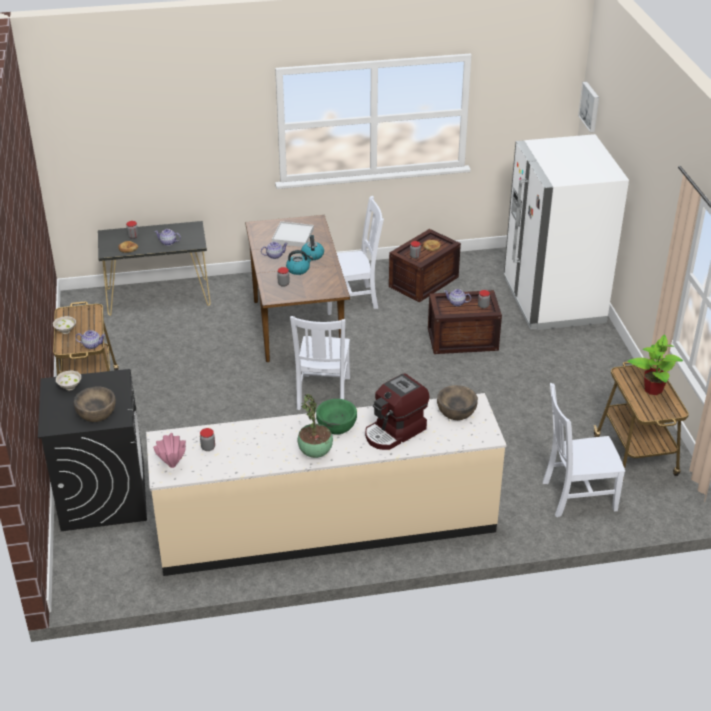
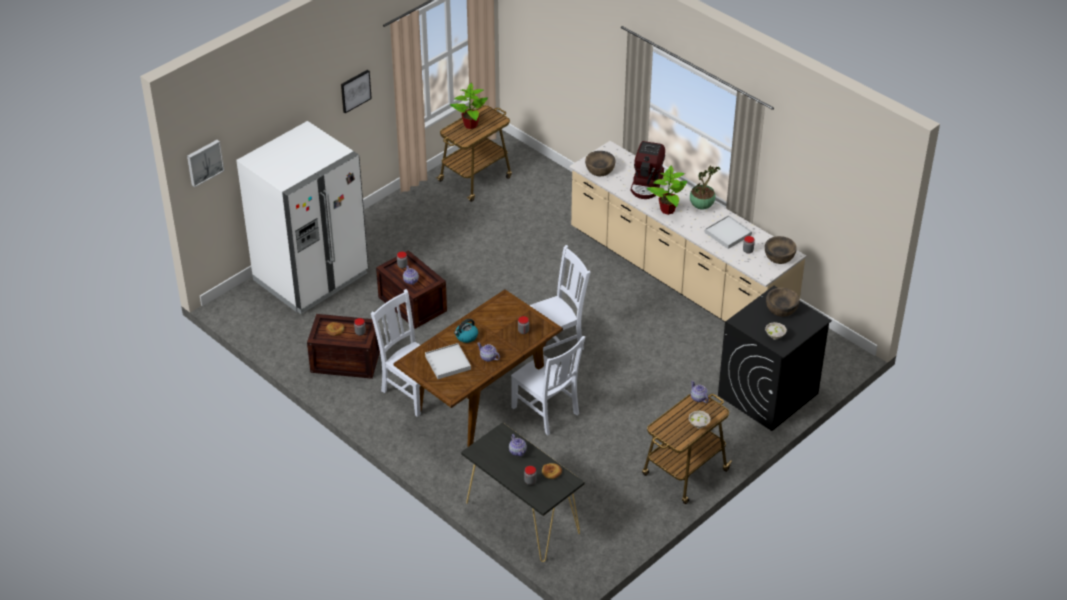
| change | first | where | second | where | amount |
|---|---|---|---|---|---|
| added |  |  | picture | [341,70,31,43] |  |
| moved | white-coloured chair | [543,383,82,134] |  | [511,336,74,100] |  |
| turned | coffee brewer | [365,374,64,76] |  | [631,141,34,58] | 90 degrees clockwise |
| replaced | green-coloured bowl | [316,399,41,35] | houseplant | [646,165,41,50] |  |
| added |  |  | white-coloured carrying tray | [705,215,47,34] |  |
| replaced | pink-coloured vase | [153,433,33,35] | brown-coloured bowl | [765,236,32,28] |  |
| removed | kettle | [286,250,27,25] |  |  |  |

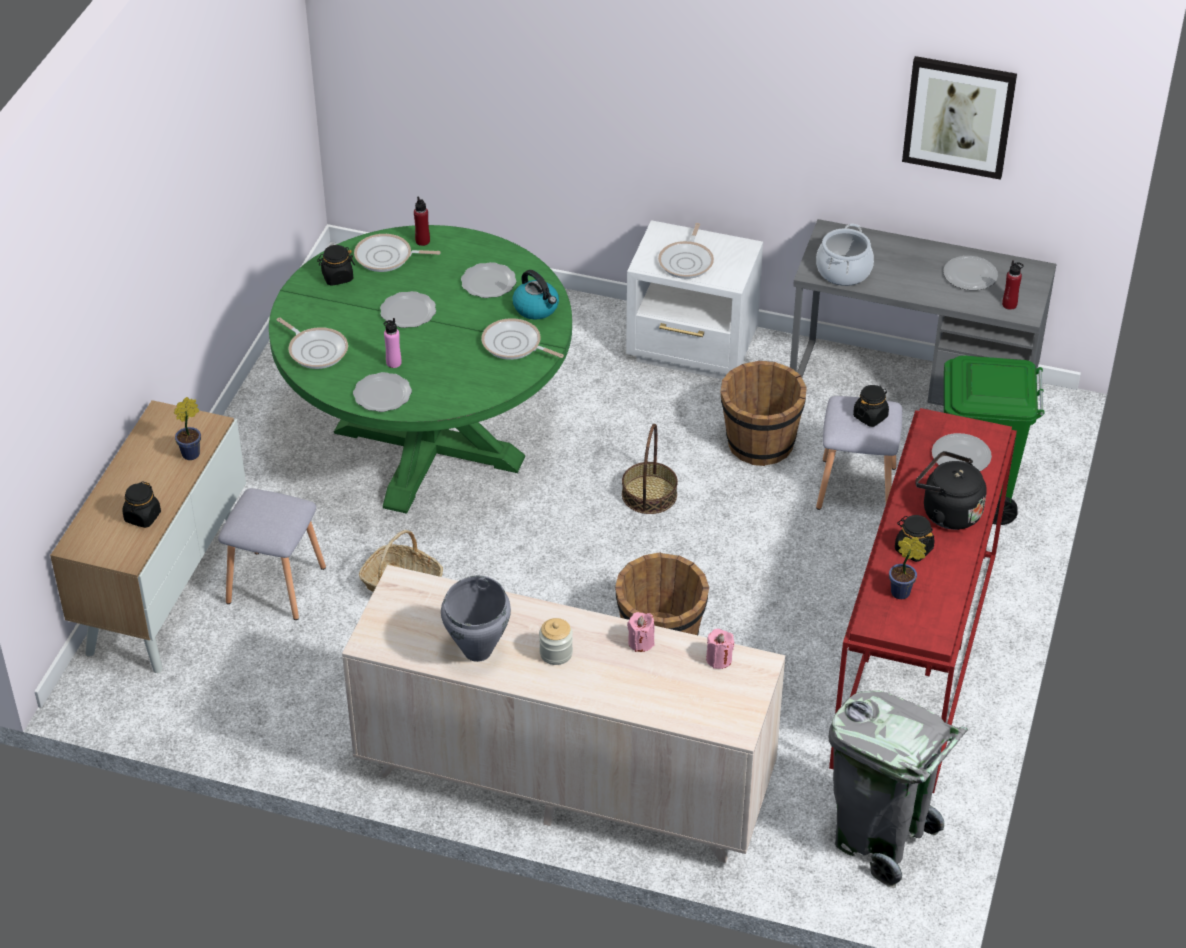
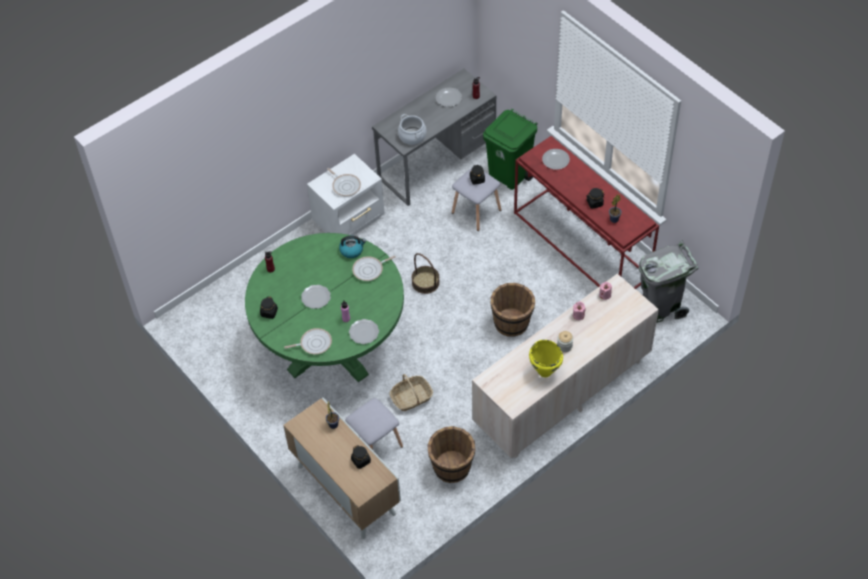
| change | first | where | second | where | amount |
|---|---|---|---|---|---|
| moved | brown-coloured water bucket | [720,361,87,105] |  | [427,426,49,57] |  |
| recoloured | greyish stockpot | [441,575,70,87] | yellowish stockpot | [529,340,34,37] |  |
| removed | skillet | [354,234,87,38] |  |  |  |
| removed | flat dish | [461,262,55,36] |  |  |  |
| removed | picture | [902,56,115,124] |  |  |  |
| removed | black-coloured kettle | [915,451,72,79] |  |  |  |

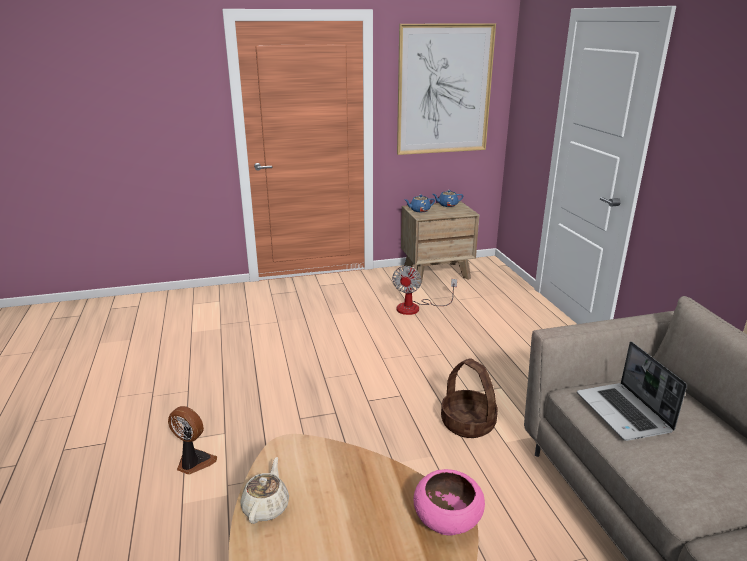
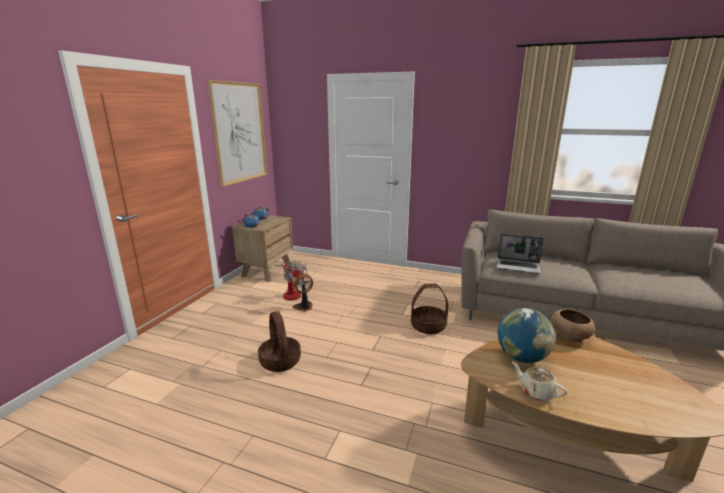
| change | first | where | second | where | amount |
|---|---|---|---|---|---|
| added |  |  | household basket | [258,311,43,61] |  |
| moved | cooling fan | [168,406,49,69] |  | [293,273,20,38] |  |
| added |  |  | world globe | [498,308,58,55] |  |
| recoloured | pink-coloured bowl | [413,469,72,66] | brown-coloured bowl | [551,309,44,34] |  |

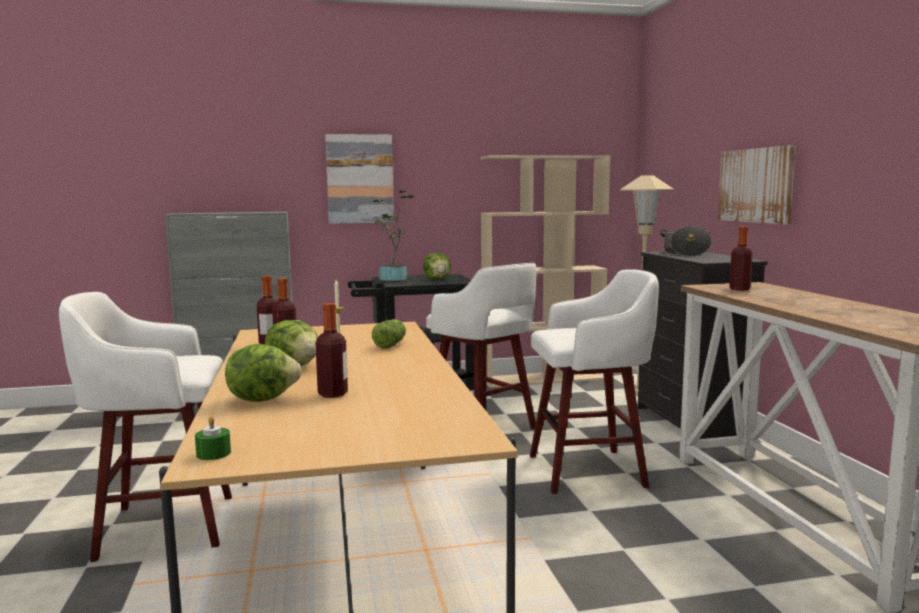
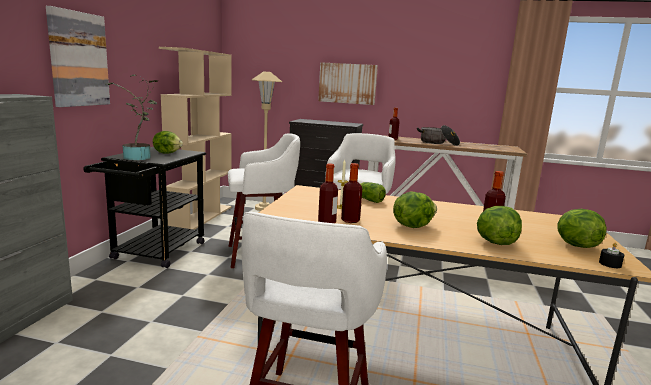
| change | first | where | second | where | amount |
|---|---|---|---|---|---|
| moved | stockpot | [660,226,52,31] |  | [417,125,43,21] |  |
| added |  |  | head of lettuce | [557,209,50,39] |  |
| recoloured | green-coloured candle | [195,416,36,44] | black-coloured candle | [599,243,25,25] |  |

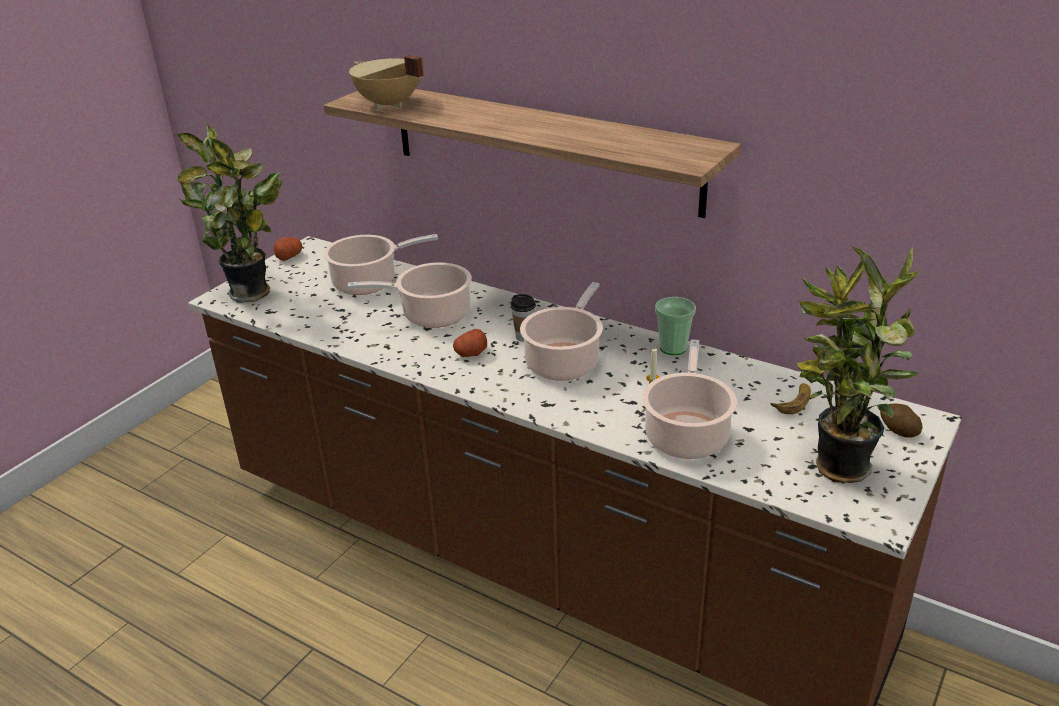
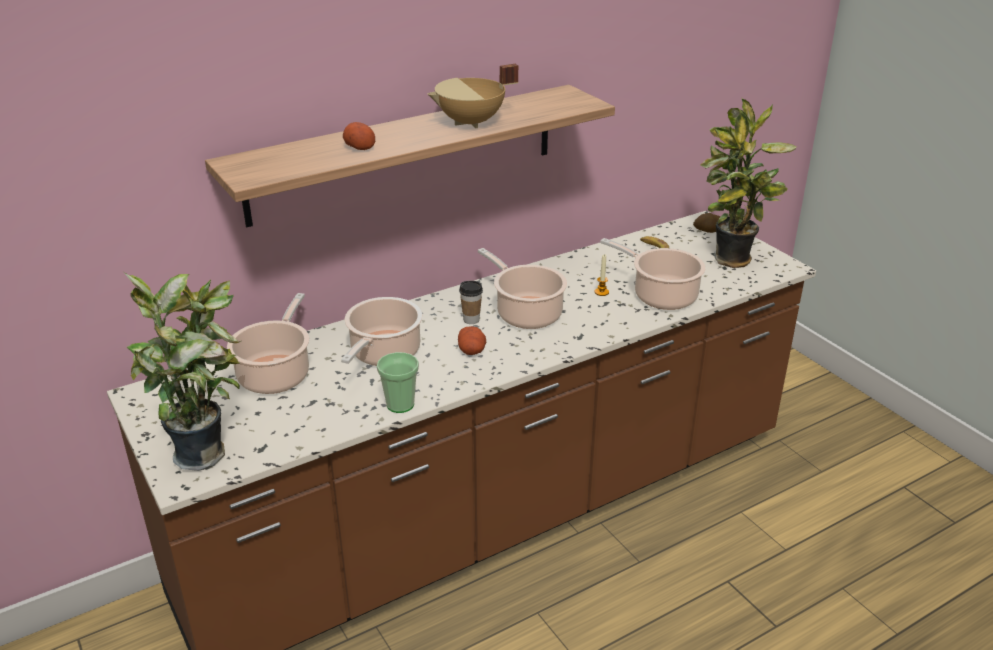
| change | first | where | second | where | amount |
|---|---|---|---|---|---|
| moved | whole potato | [274,237,28,24] |  | [343,122,32,28] |  |
| moved | cup | [655,297,41,58] |  | [377,352,42,61] |  |
| moved | beige stockpot | [349,55,75,54] |  | [428,64,90,64] |  |

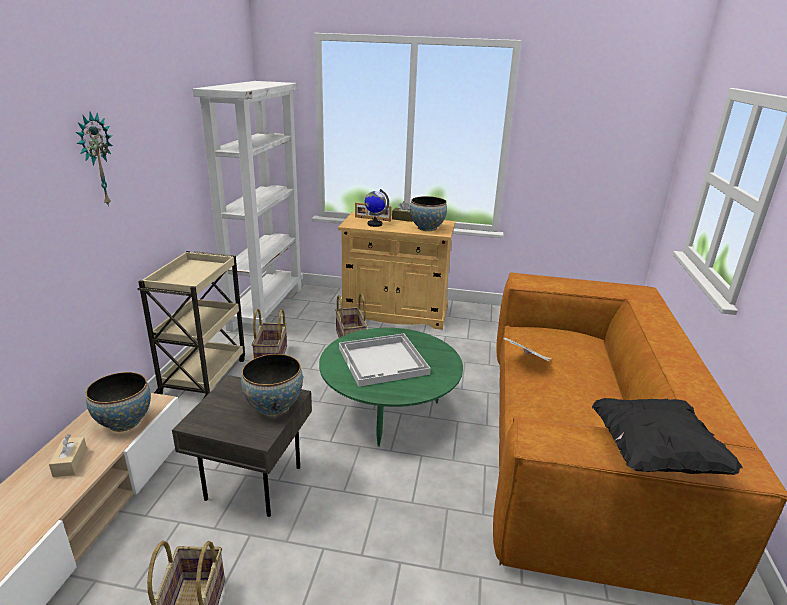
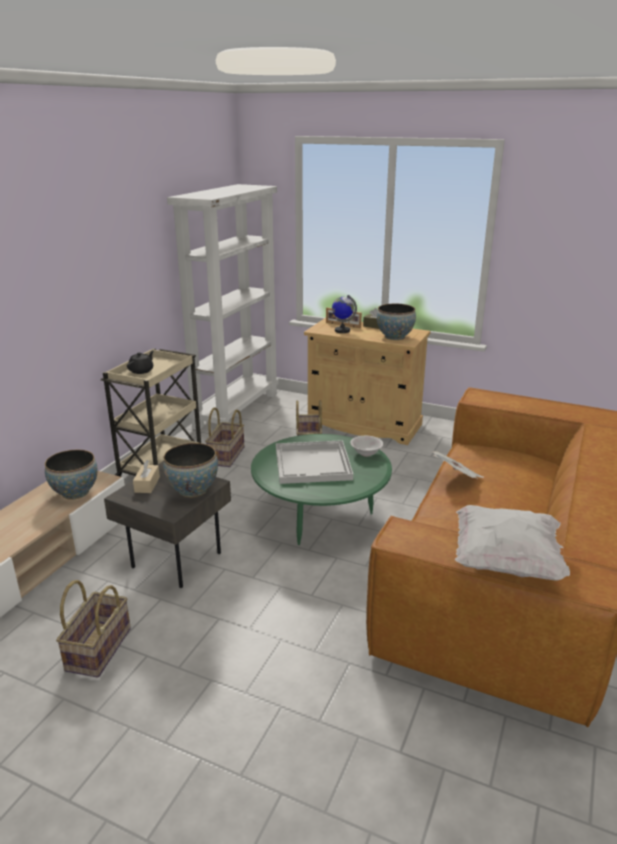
| change | first | where | second | where | amount |
|---|---|---|---|---|---|
| added |  |  | black-coloured teapot | [127,350,27,24] |  |
| moved | beige box of tissues | [49,434,38,43] |  | [133,460,27,33] |  |
| added |  |  | white-coloured bowl | [350,436,33,20] |  |
| recoloured | black-coloured pillow | [592,398,151,77] | white-coloured pillow | [455,505,115,76] |  |
| removed | hanging clock | [76,112,37,95] |  |  |  |

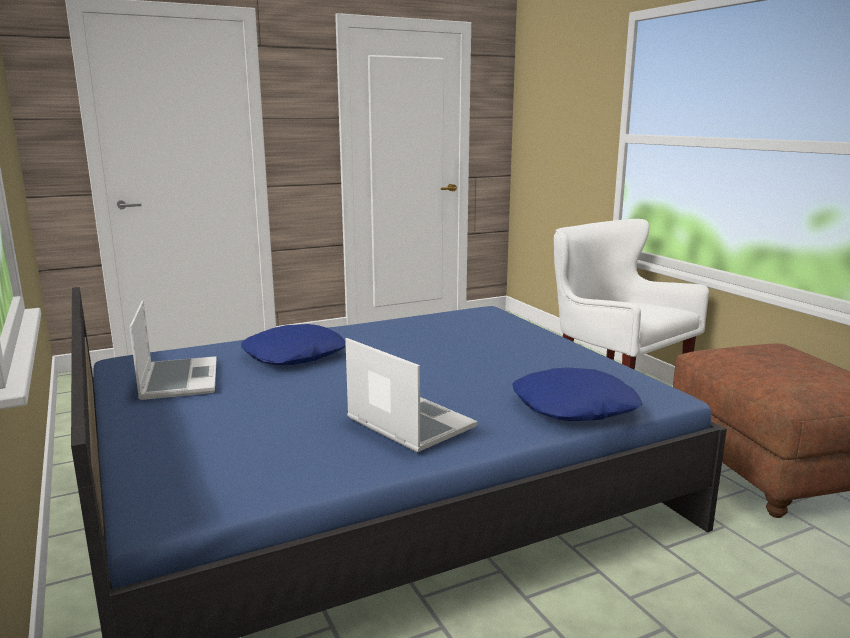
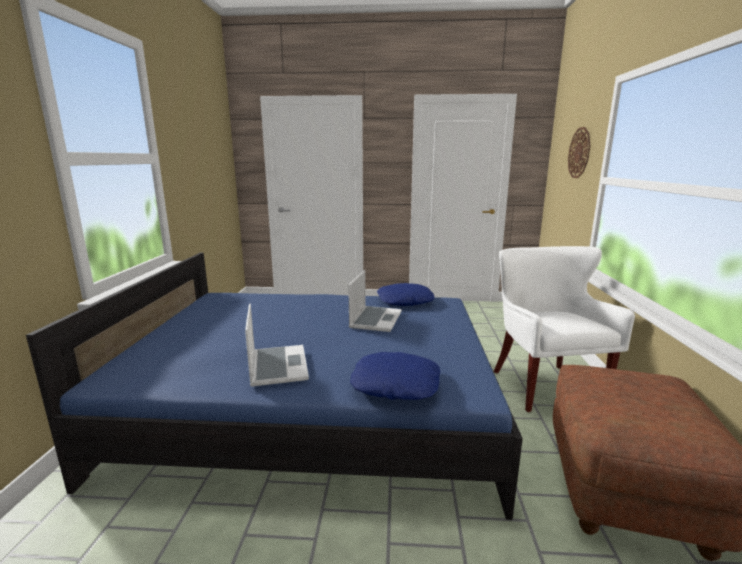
| change | first | where | second | where | amount |
|---|---|---|---|---|---|
| moved | notebook computer | [130,300,87,100] |  | [348,270,54,62] |  |
| moved | bluish pillow | [241,324,105,41] |  | [377,283,58,23] |  |
| added |  |  | hanging clock | [568,127,22,51] |  |

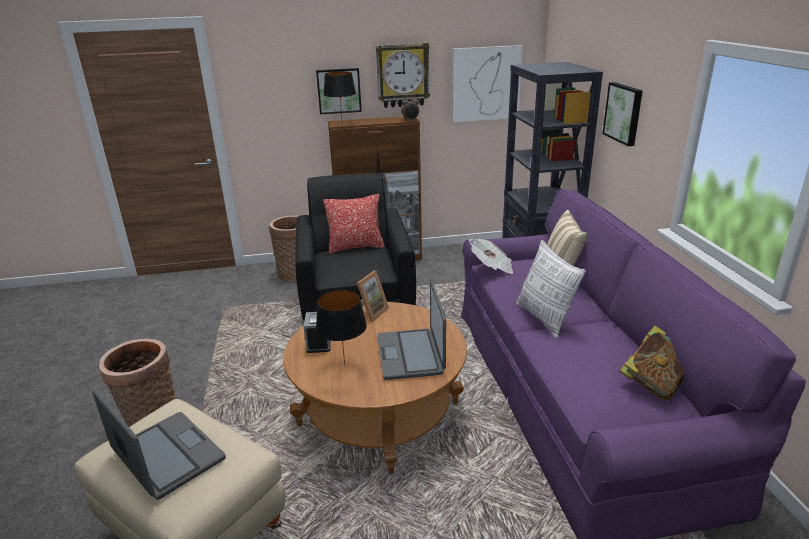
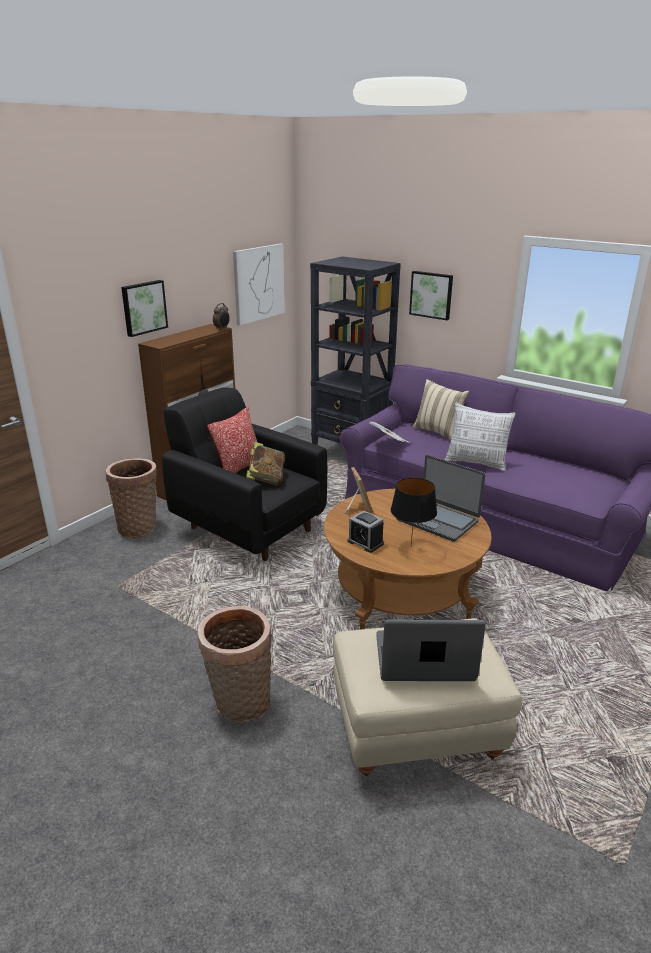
| change | first | where | second | where | amount |
|---|---|---|---|---|---|
| moved | volume | [619,325,65,75] |  | [246,442,39,44] |  |
| removed | black-coloured table lamp | [323,72,33,47] |  |  |  |
| removed | hanging clock | [376,43,54,65] |  |  |  |

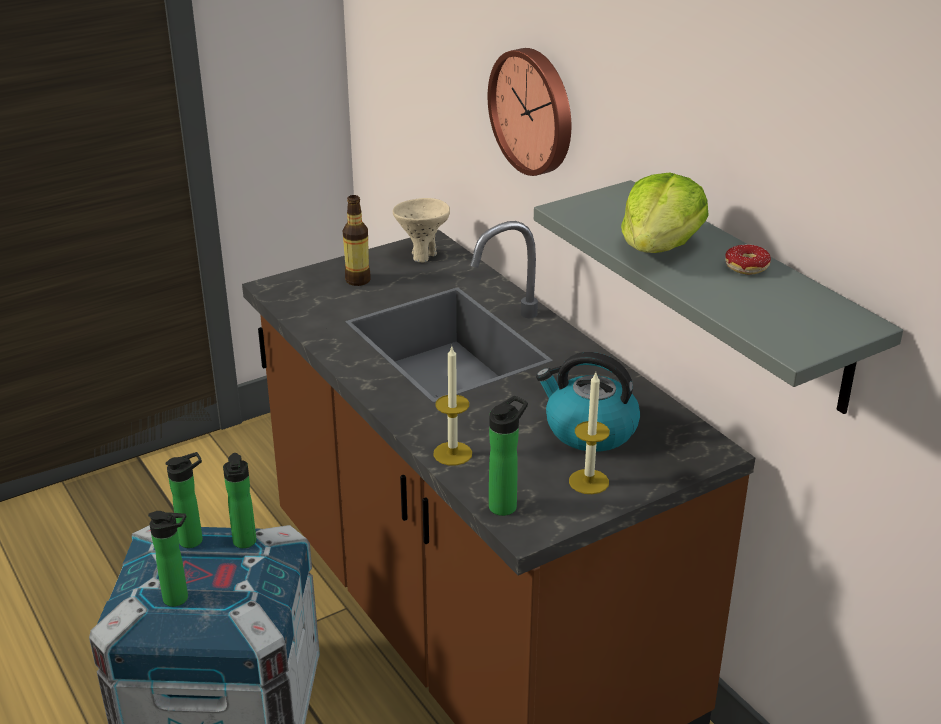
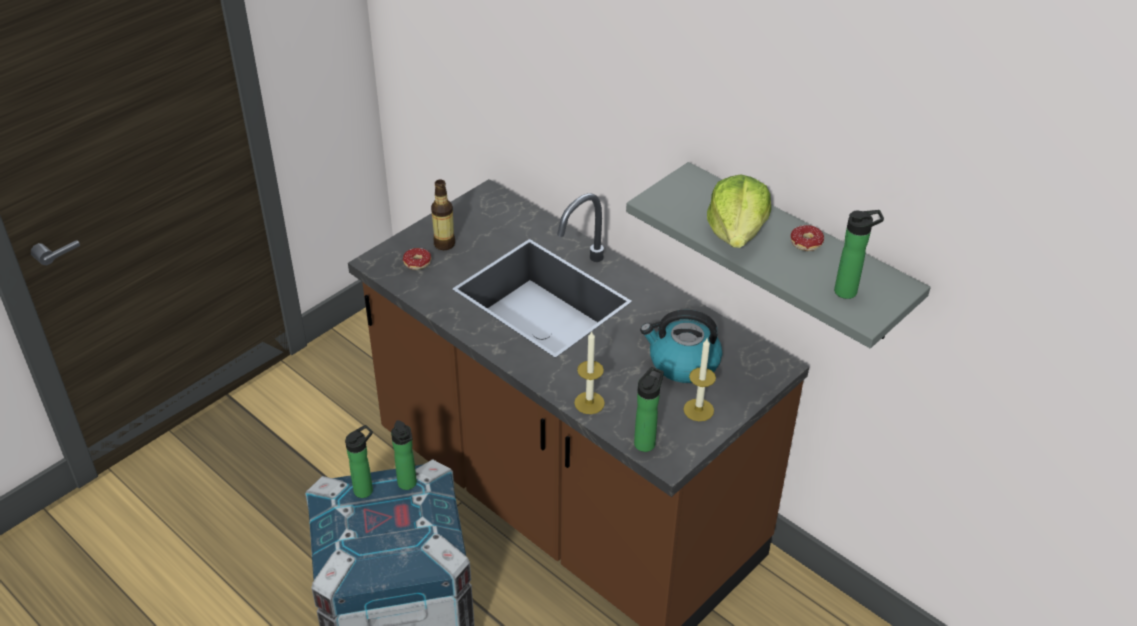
| change | first | where | second | where | amount |
|---|---|---|---|---|---|
| added |  |  | doughnut | [403,248,28,22] |  |
| moved | drink bottle | [148,511,40,96] |  | [834,210,50,89] |  |
| removed | beige bowl | [392,198,58,65] |  |  |  |
| removed | hanging clock | [488,48,83,128] |  |  |  |

